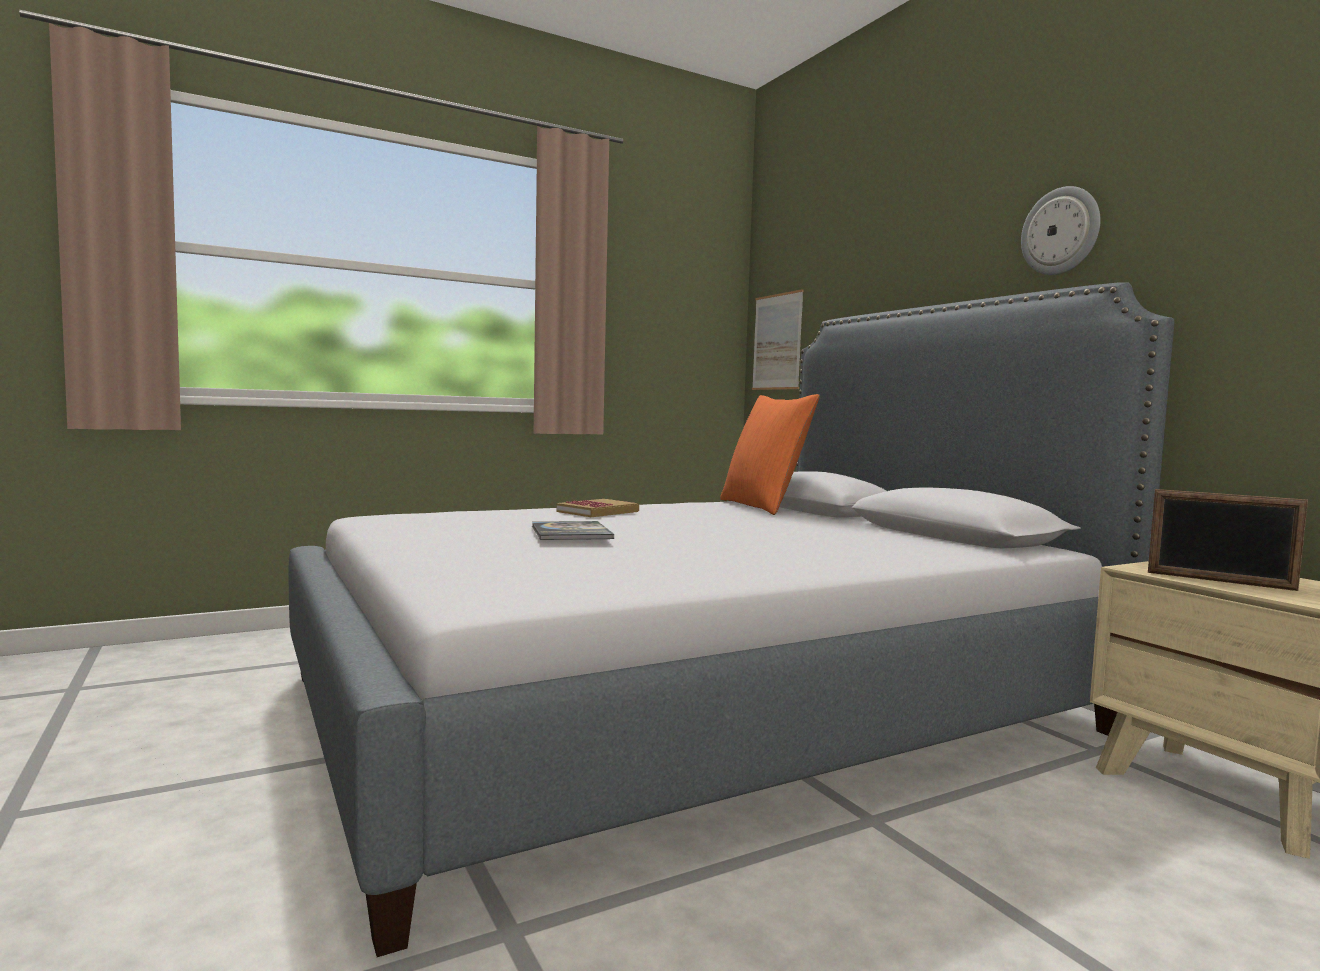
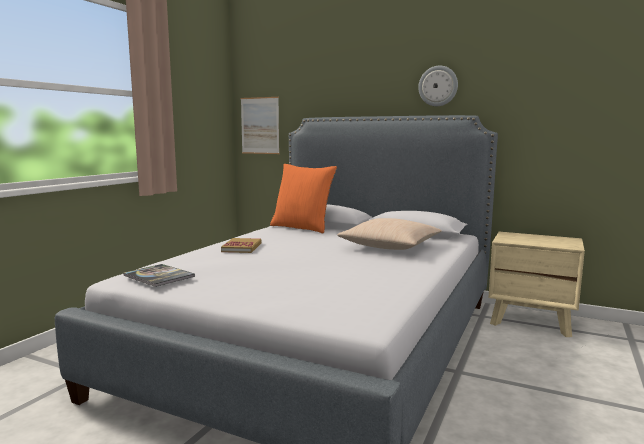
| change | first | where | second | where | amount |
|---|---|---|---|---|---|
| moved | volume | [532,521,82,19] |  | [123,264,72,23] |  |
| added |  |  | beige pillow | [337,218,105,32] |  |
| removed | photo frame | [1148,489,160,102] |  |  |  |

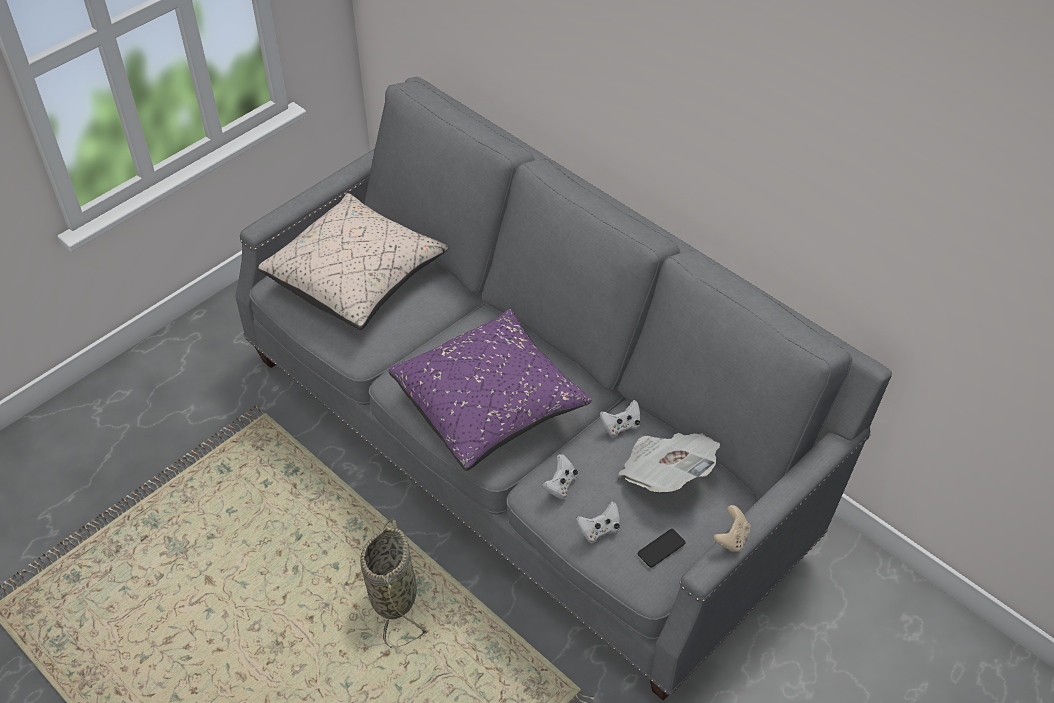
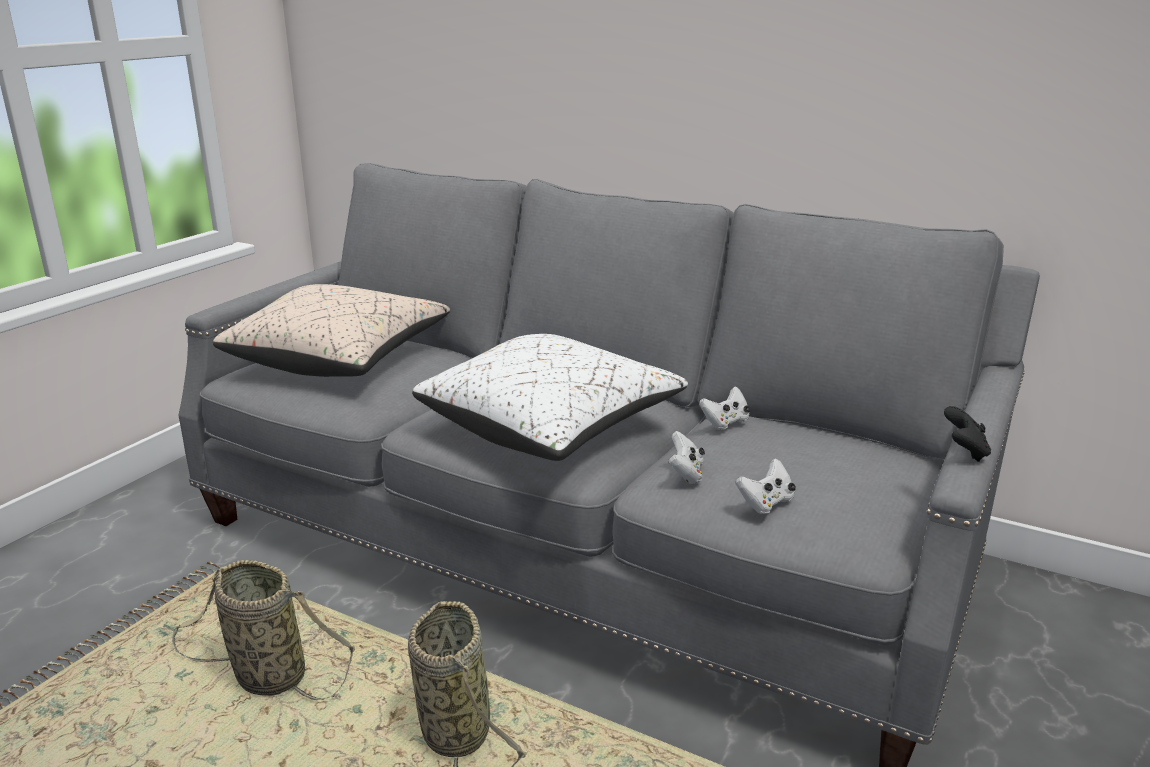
| change | first | where | second | where | amount |
|---|---|---|---|---|---|
| added |  |  | household basket | [172,560,183,140] |  |
| recoloured | purplish pillow | [388,309,204,162] | white-coloured pillow | [412,334,276,127] |  |
| recoloured | beige gamepad | [713,505,38,47] | black-coloured gamepad | [944,406,47,56] |  |
| removed | printed paper | [618,433,103,59] |  |  |  |
| removed | telephone | [638,529,48,38] |  |  |  |

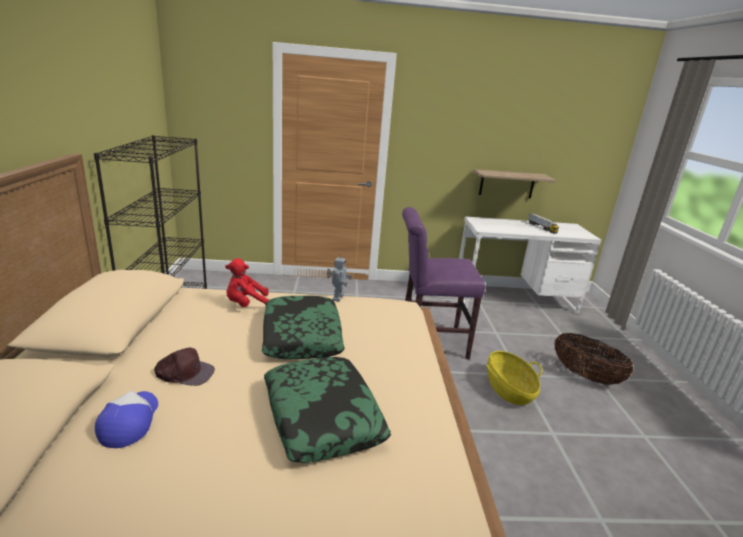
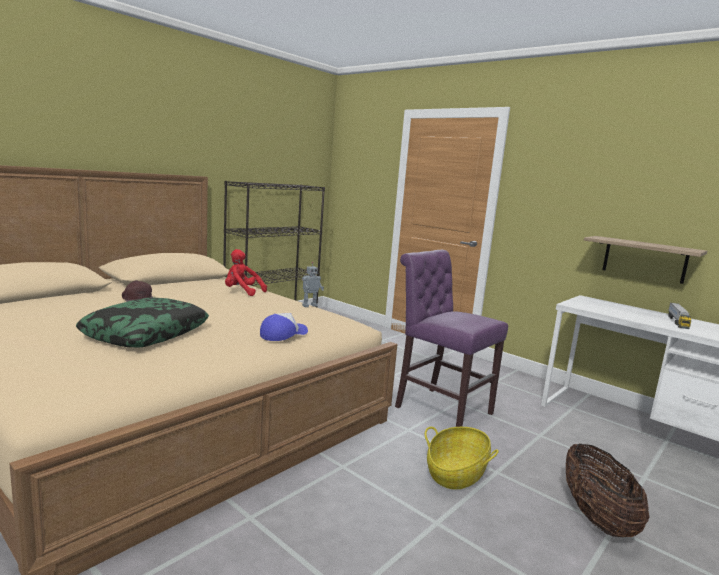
| change | first | where | second | where | amount |
|---|---|---|---|---|---|
| moved | peaked cap | [95,391,63,57] |  | [260,313,48,28] |  |
| removed | pillow | [262,296,83,63] |  |  |  |

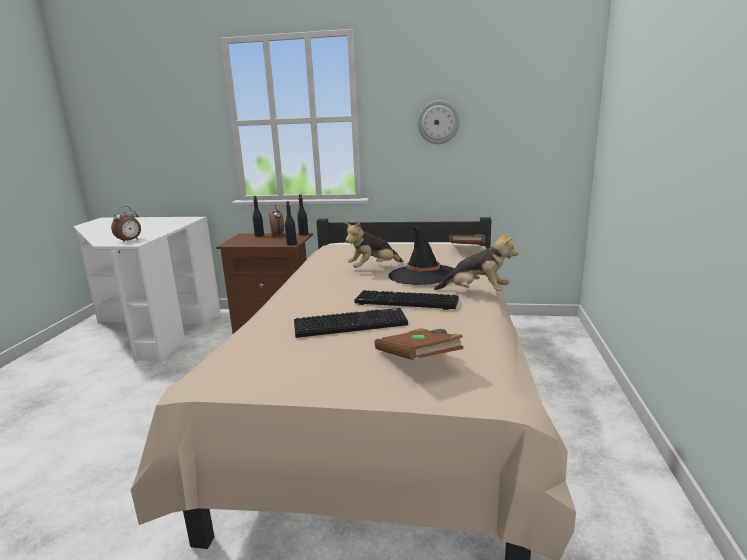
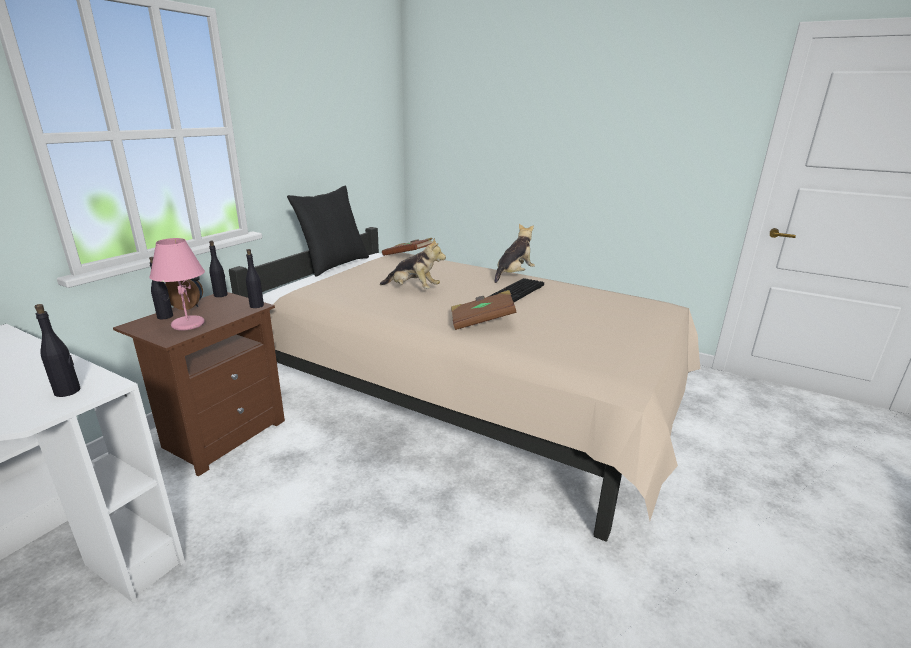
| change | first | where | second | where | amount |
|---|---|---|---|---|---|
| replaced | table clock | [111,206,30,36] | black-coloured drink bottle | [35,304,45,93] |  |
| added |  |  | pink-coloured table lamp | [149,238,56,92] |  |
| added |  |  | black-coloured pillow | [287,186,82,90] |  |
| turned | plush toy | [344,221,59,47] |  | [380,238,66,51] | 60 degrees counterclockwise |
| moved | brown-coloured volume | [375,328,89,32] |  | [451,290,66,40] |  |
| removed | computer keyboard | [294,308,114,30] |  |  |  |
| removed | black-coloured clothing hat | [389,226,66,59] |  |  |  |
| removed | hanging clock | [417,100,43,44] |  |  |  |

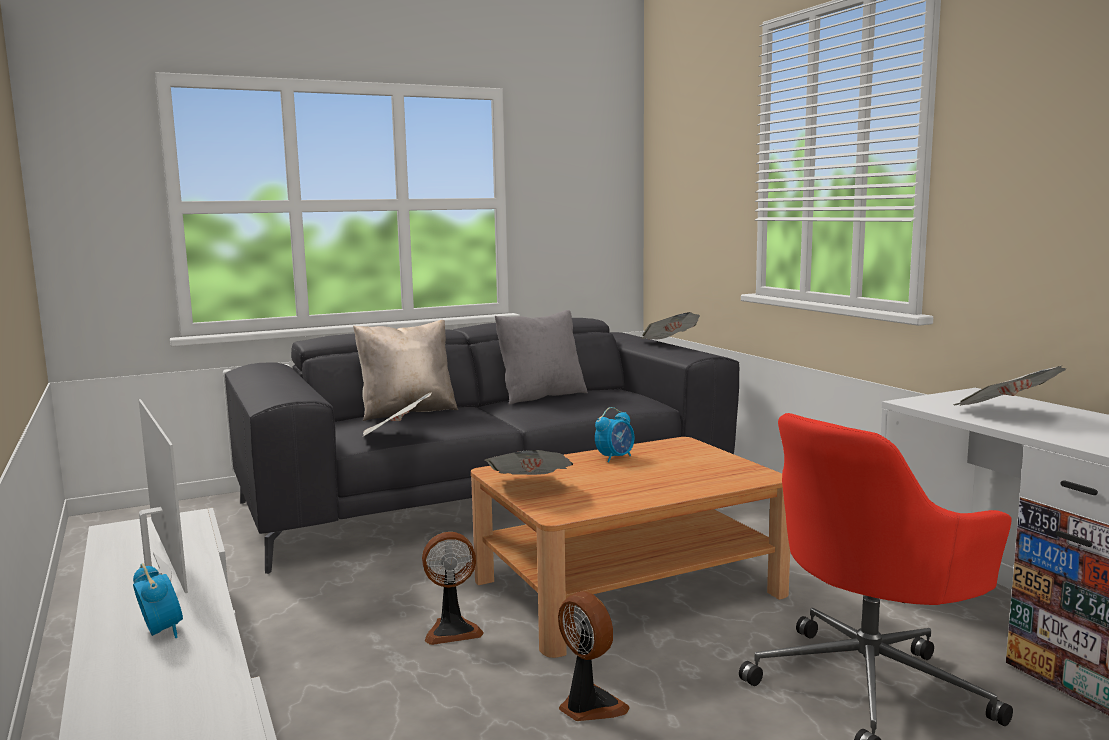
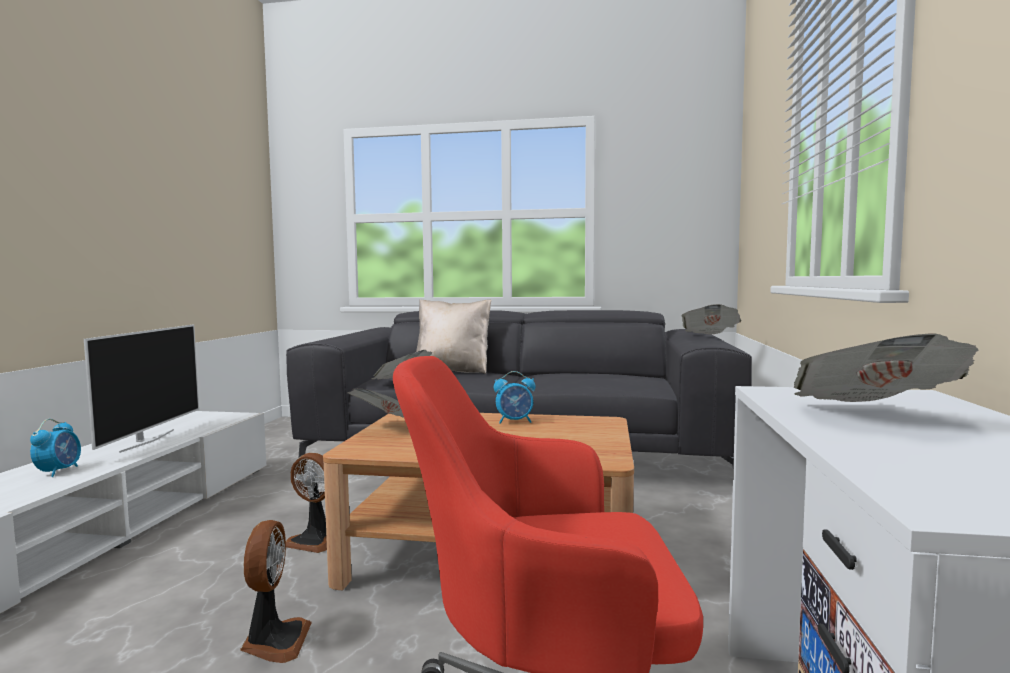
| change | first | where | second | where | amount |
|---|---|---|---|---|---|
| removed | greyish pillow | [495,310,93,95] |  |  |  |

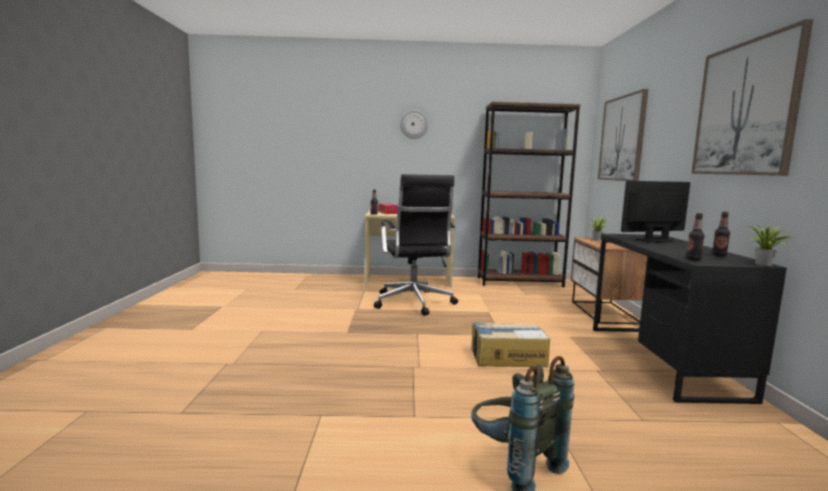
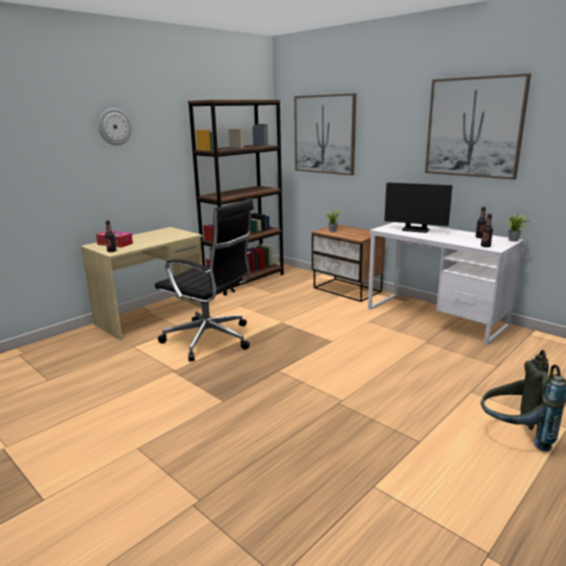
| change | first | where | second | where | amount |
|---|---|---|---|---|---|
| recoloured | black-coloured desk | [593,234,194,170] | white-coloured desk | [368,222,156,123] |  |
| turned | computer screen | [621,181,69,62] |  | [384,182,68,51] | 90 degrees counterclockwise |
| removed | cardboard box | [471,322,79,45] |  |  |  |

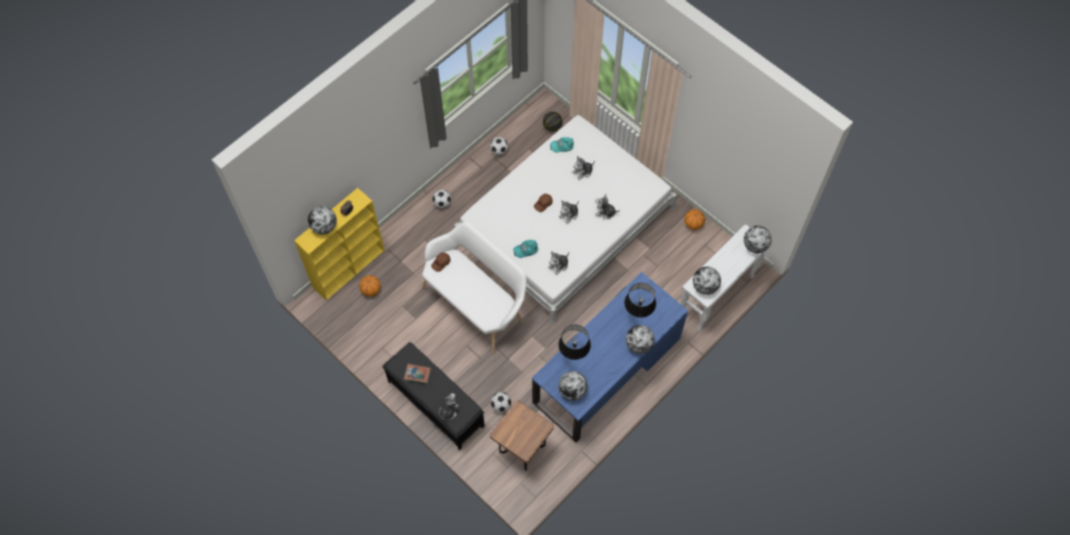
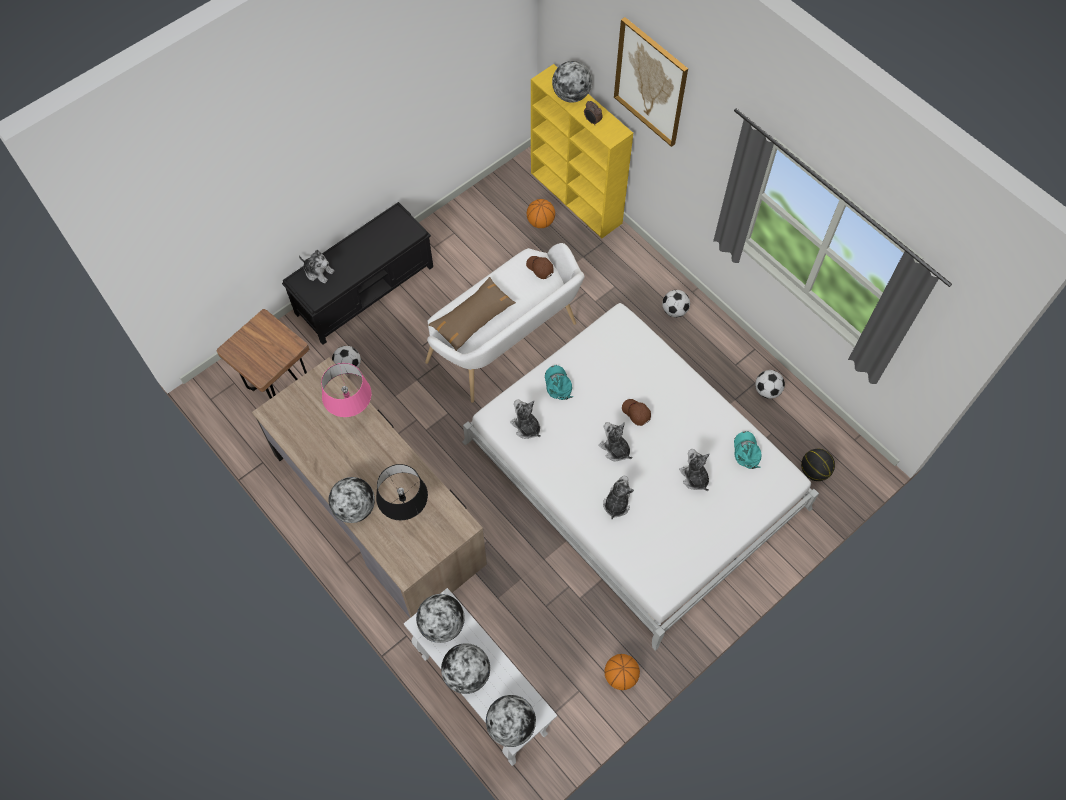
| change | first | where | second | where | amount |
|---|---|---|---|---|---|
| recoloured | bluish desk | [532,272,156,171] | brown-coloured desk | [252,357,235,261] |  |
| recoloured | black-coloured table lamp | [558,325,33,35] | pink-coloured table lamp | [321,363,51,54] |  |
| added |  |  | brown-coloured pillow | [428,277,88,74] |  |
| moved | world globe | [558,371,30,30] |  | [441,643,49,51] |  |
| added |  |  | picture | [614,17,74,130] |  |
| removed | volume | [404,364,27,21] |  |  |  |

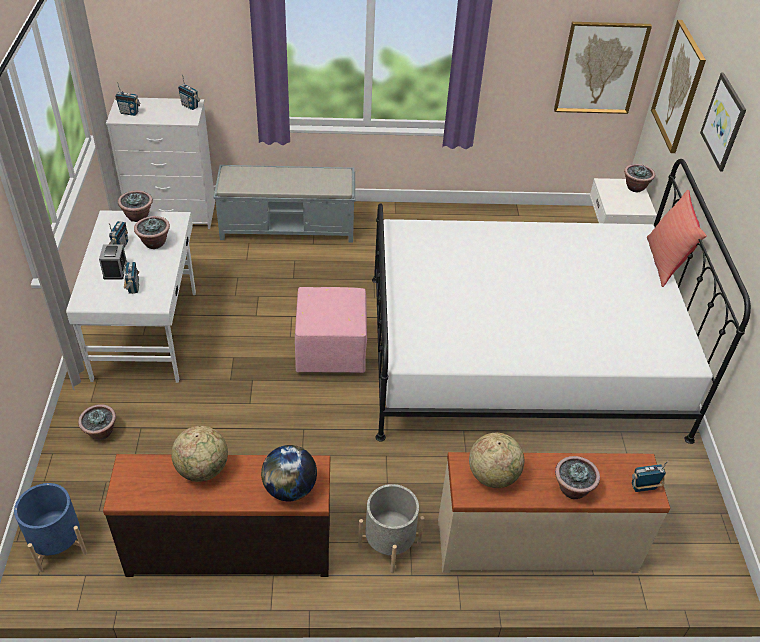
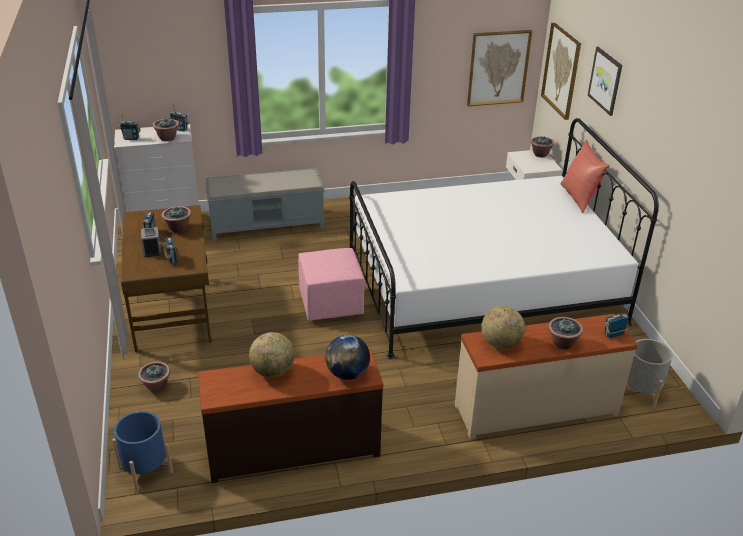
| change | first | where | second | where | amount |
|---|---|---|---|---|---|
| recoloured | white-coloured desk | [66,210,130,173] | brown-coloured desk | [121,205,90,147] |  |
| moved | houseplant | [118,190,35,32] |  | [152,118,27,23] |  |
| moved | greyish planter | [358,484,66,89] |  | [626,339,46,70] |  |

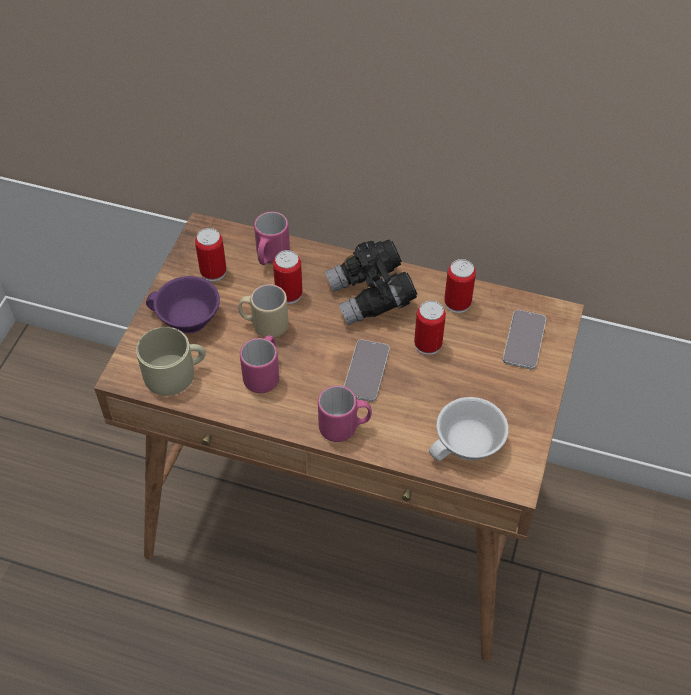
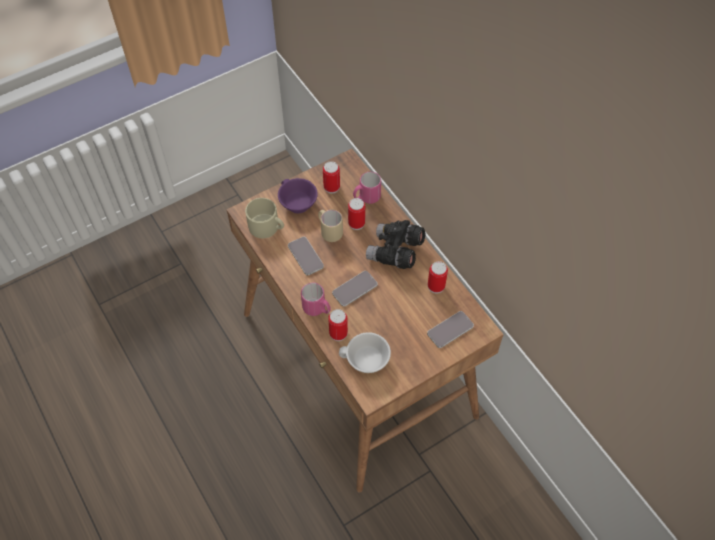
| change | first | where | second | where | amount |
|---|---|---|---|---|---|
| replaced | pink-coloured tea mug | [240,335,39,58] | telephone | [288,237,36,38] |  |
| moved | metal can | [414,301,32,54] |  | [328,309,20,32] |  |

